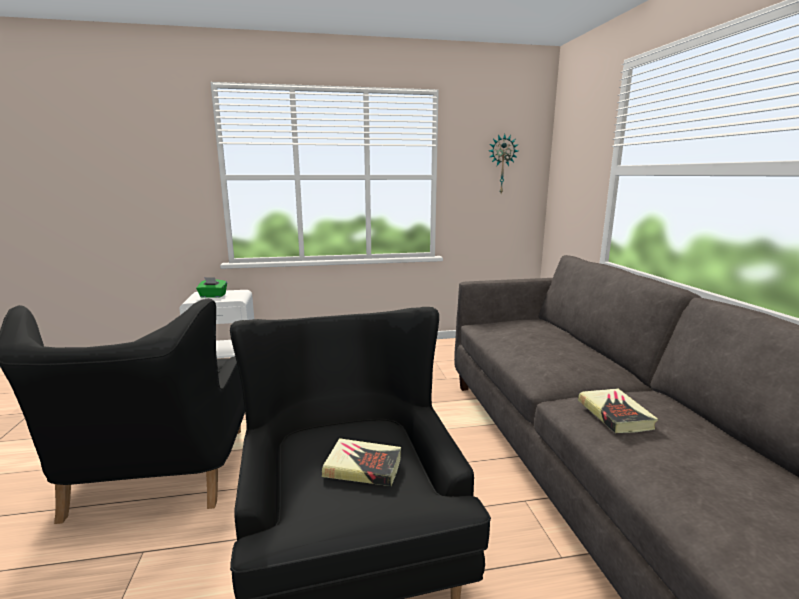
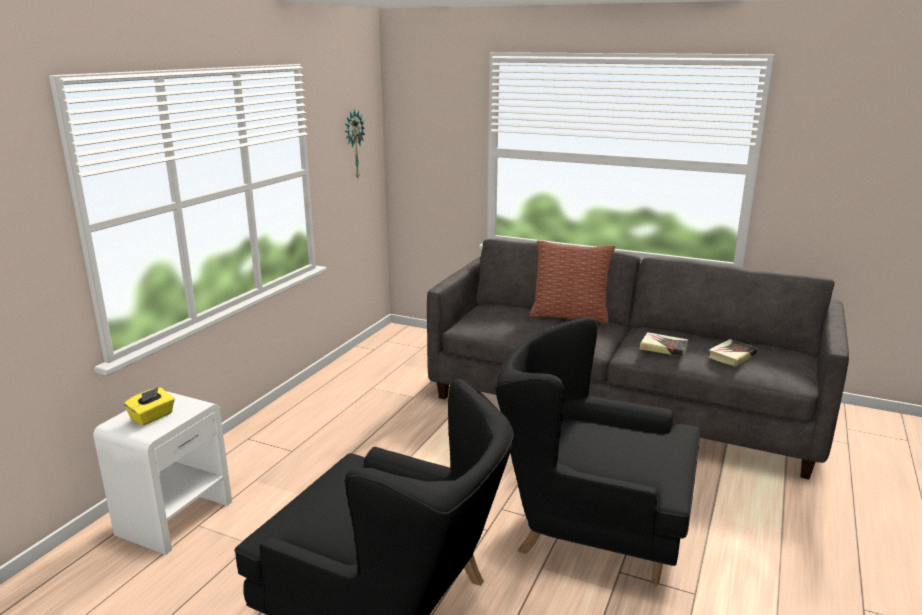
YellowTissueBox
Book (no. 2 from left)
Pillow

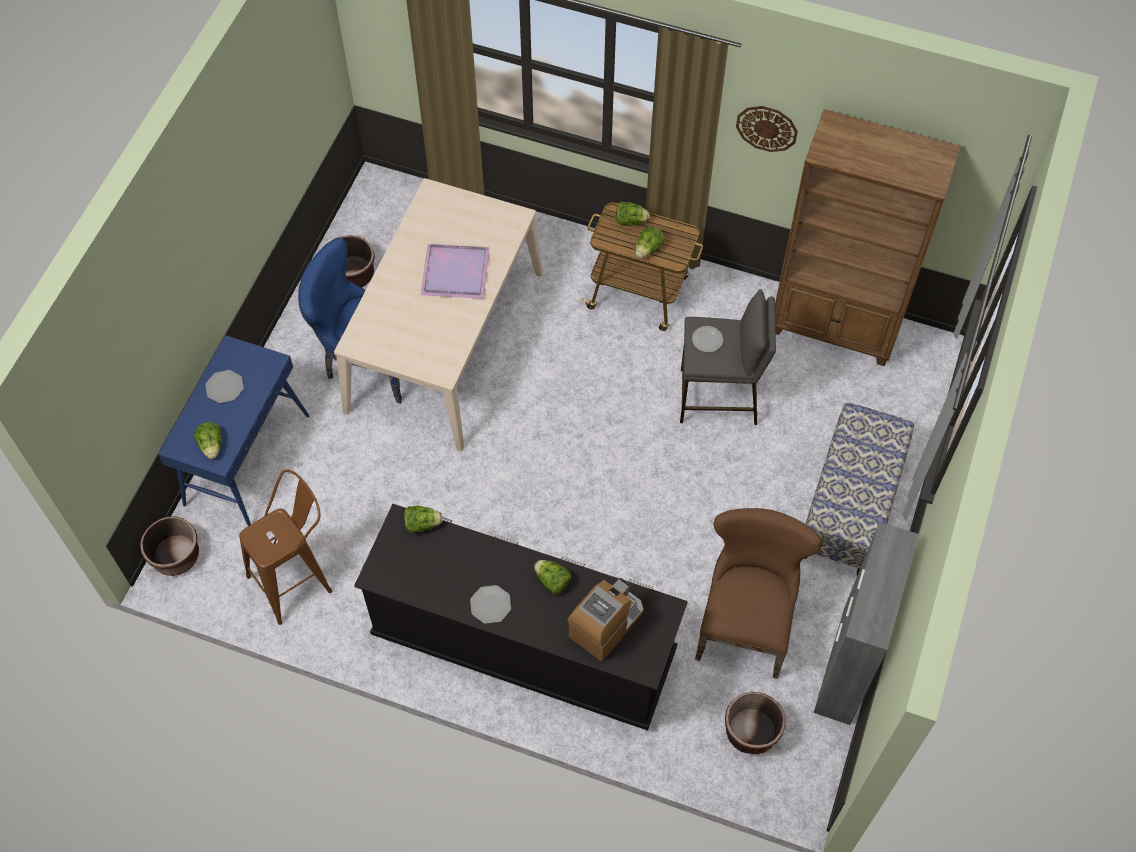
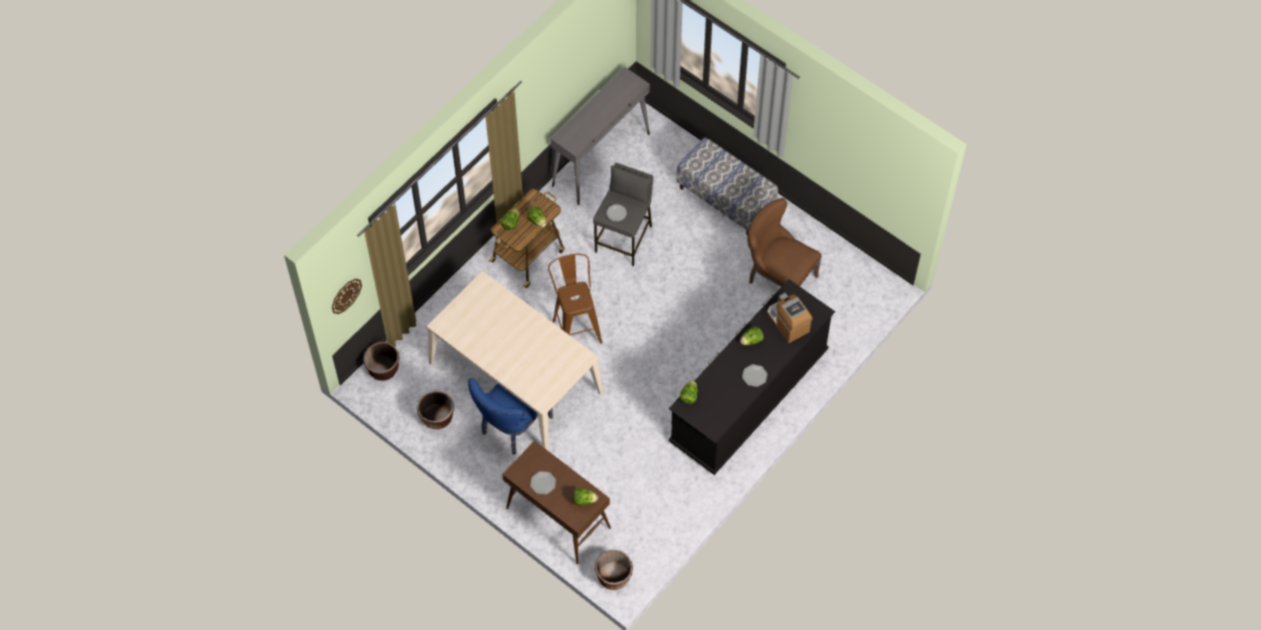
BrownConsoleTable
BrownStool
PurpleTray
BrownPlanter (no. 1 from left)
WallClock
GreyConsoleTable
GreyCabinet

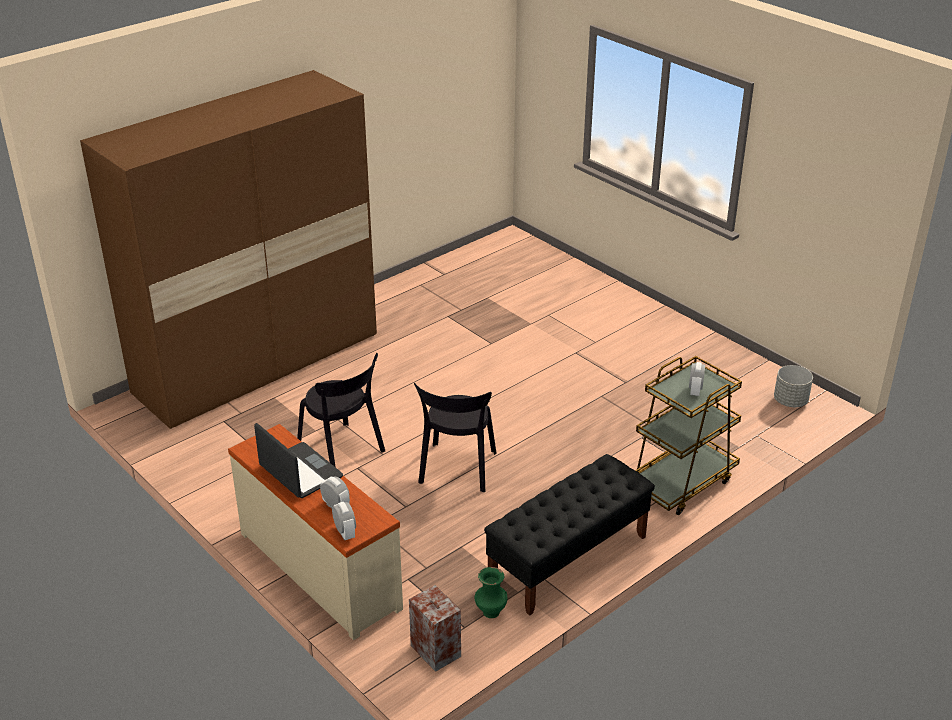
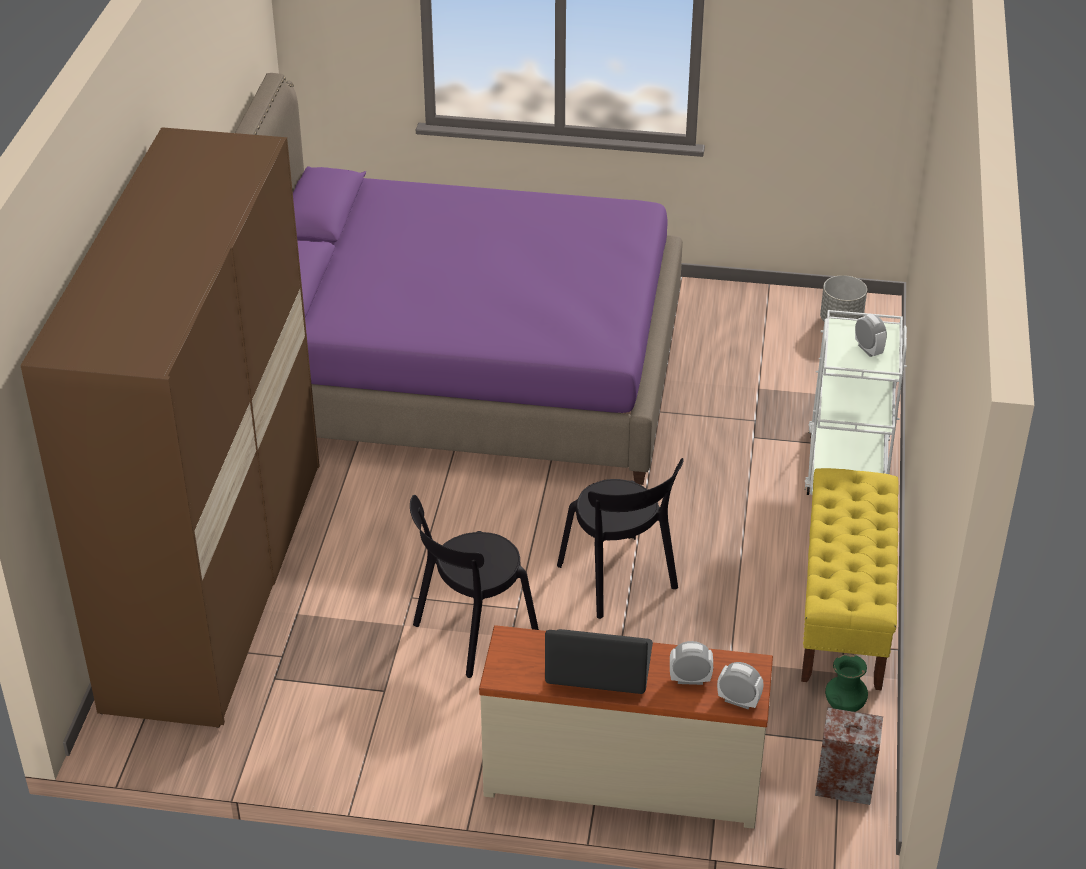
BlackChair (no. 1 from left)
YellowBench
WhiteCart
PurpleBed

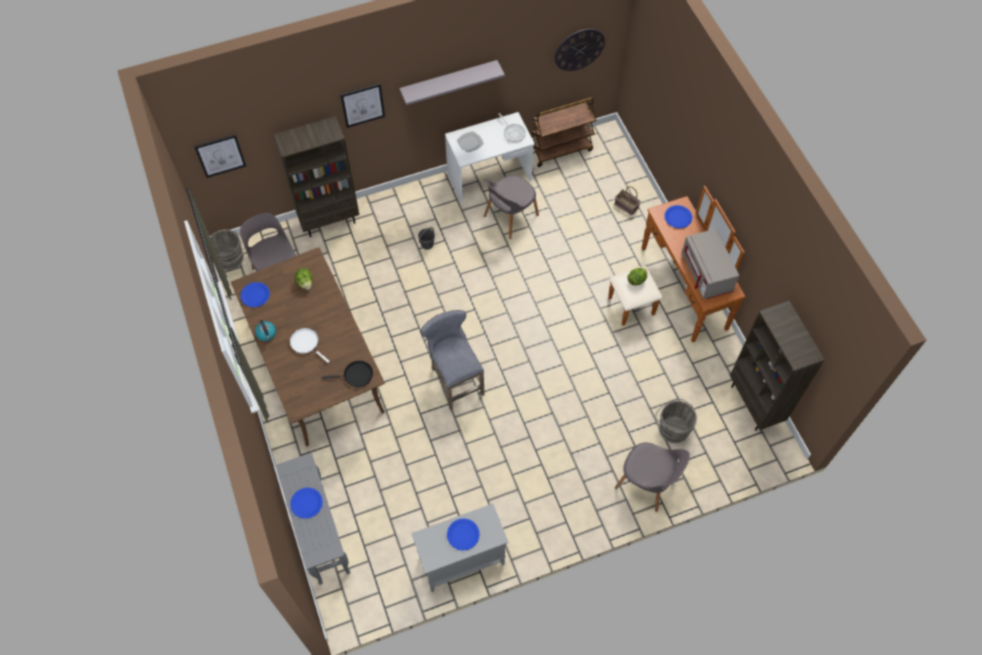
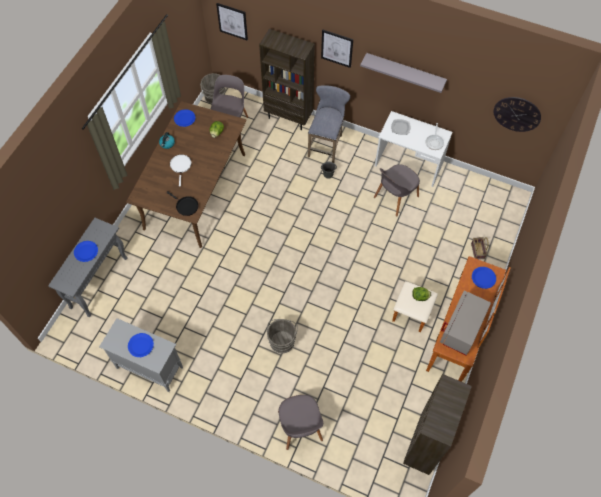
GreyStool
GreyChair (no. 3 from left)
BrownCart
GreyBucket (no. 2 from left)

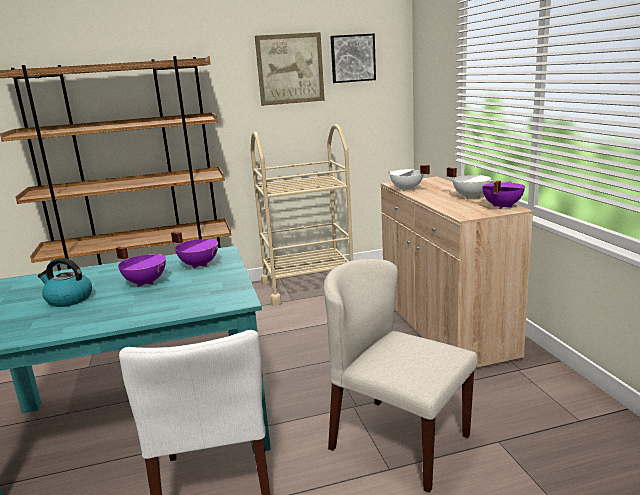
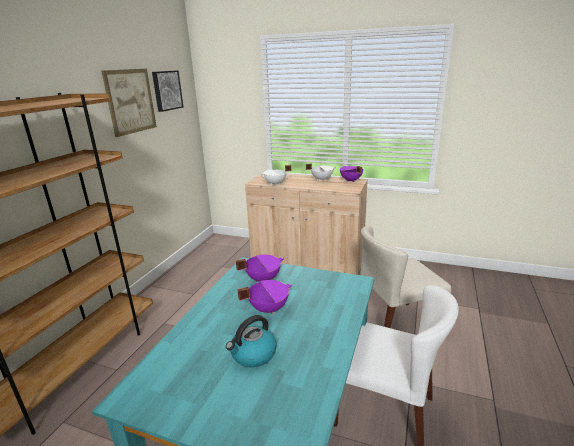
BeigeCart

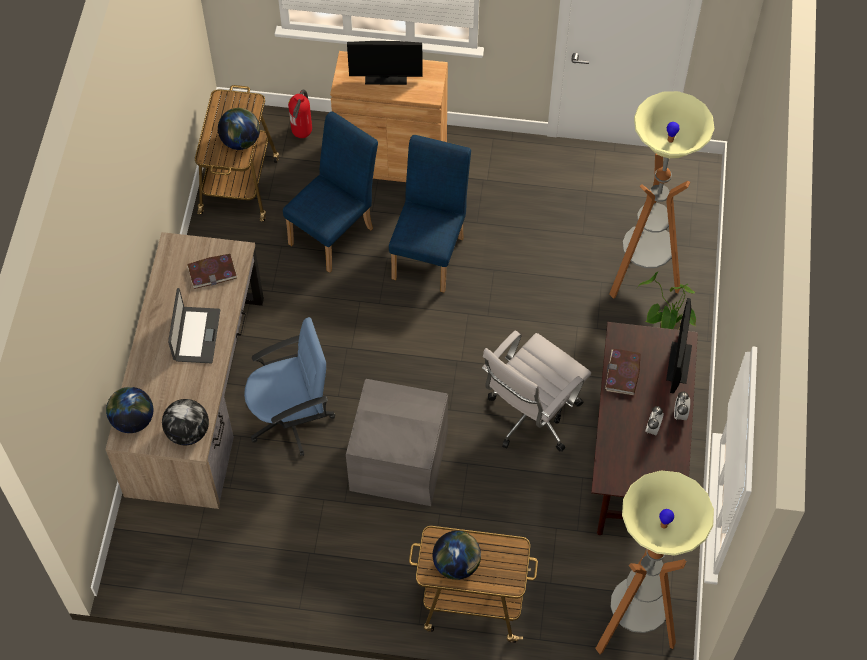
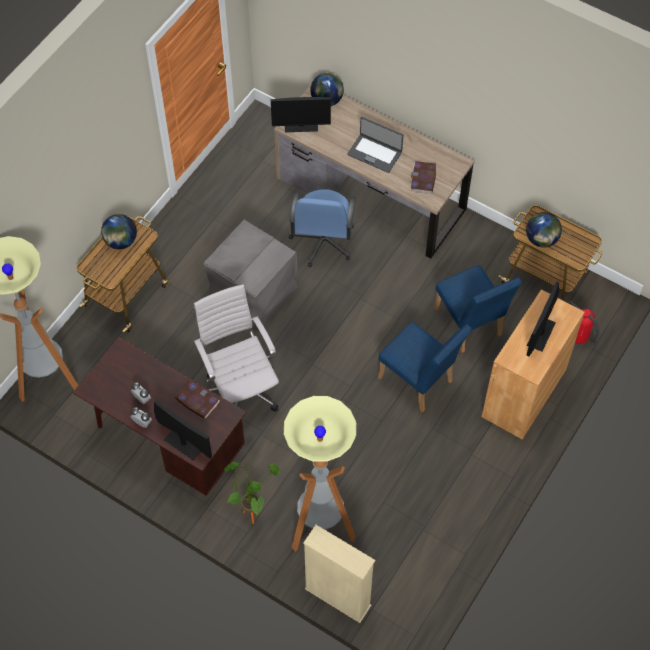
Monitor (no. 2 from left)
BeigeBookcase

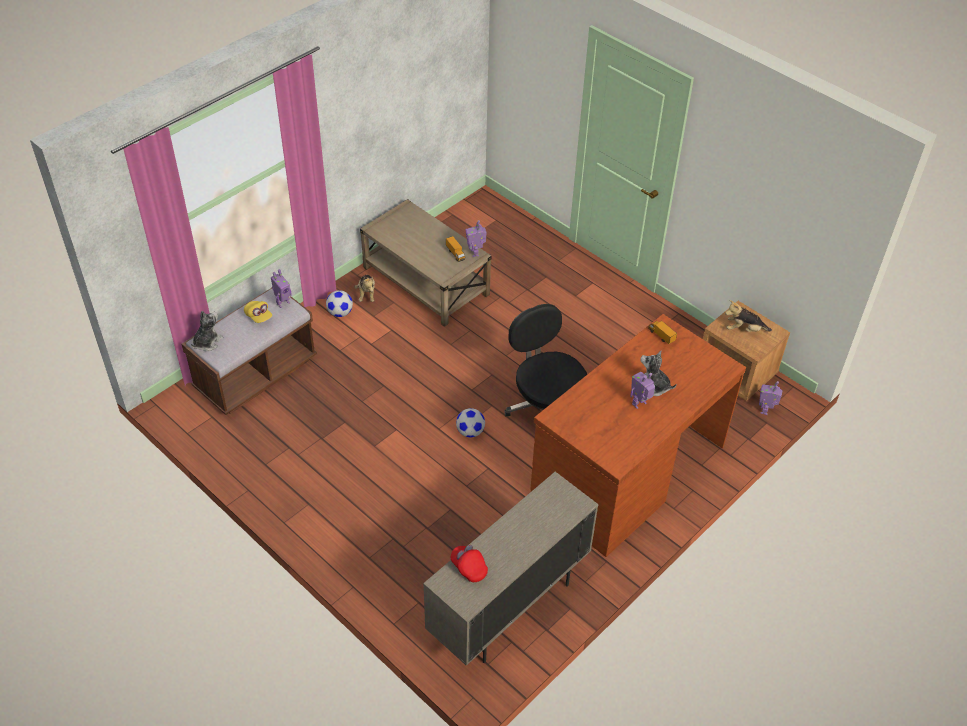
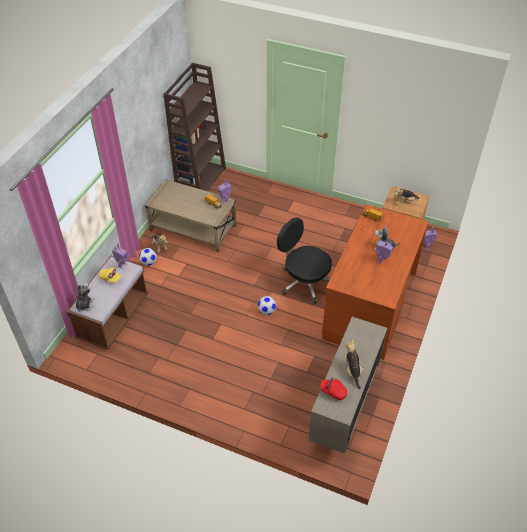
BrownBookcase
PlushToy (no. 3 from left)

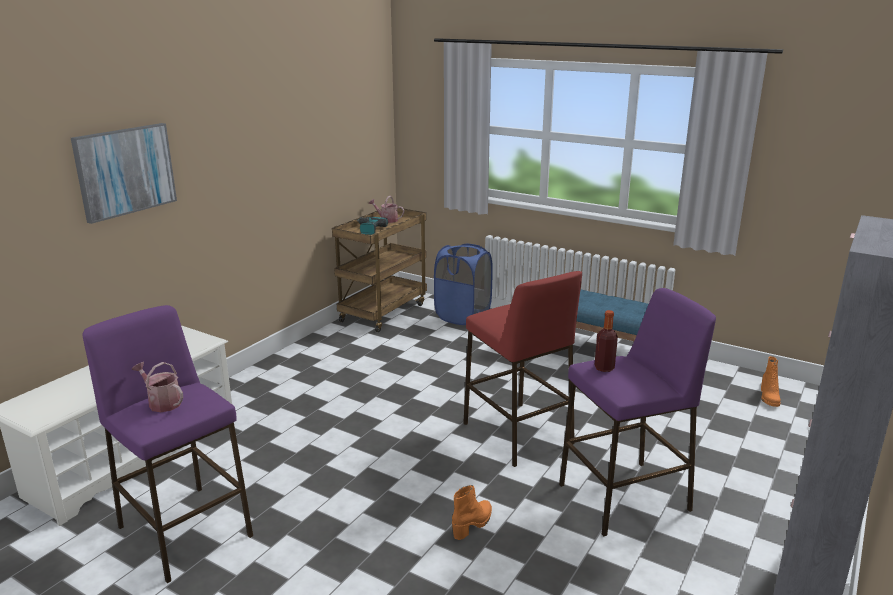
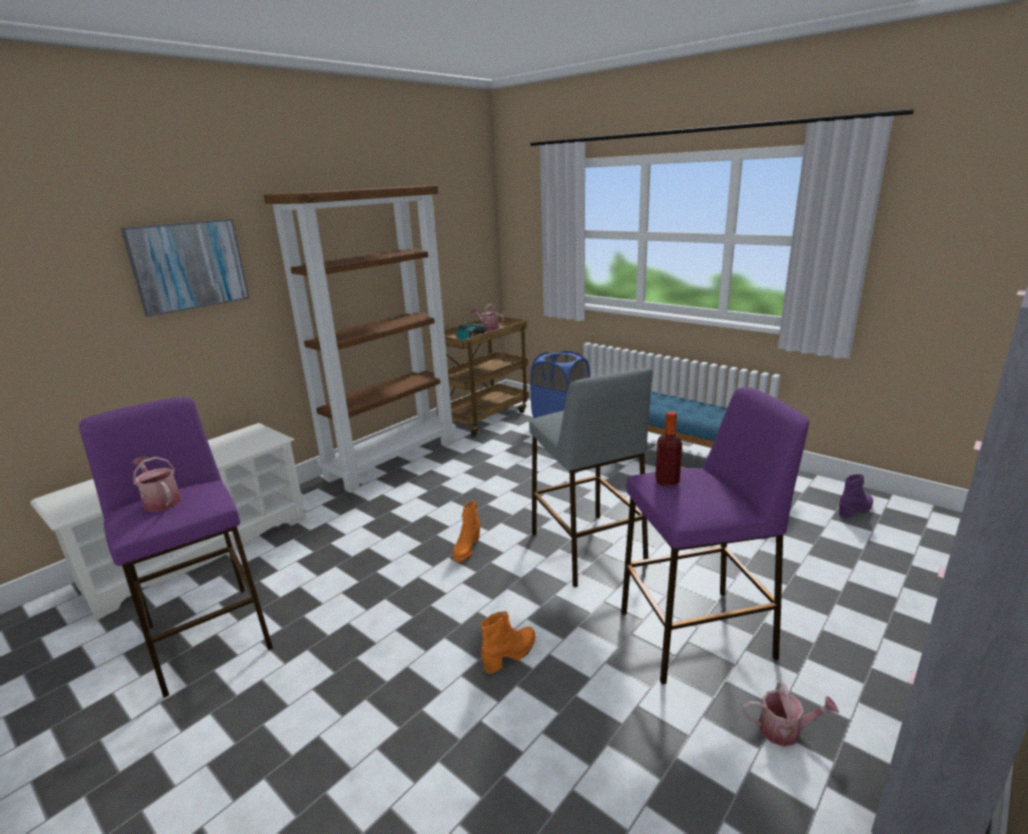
GreyStool
OrangeBoot (no. 1 from left)
BrownBookcase
WateringCan (no. 3 from left)
PurpleBoot

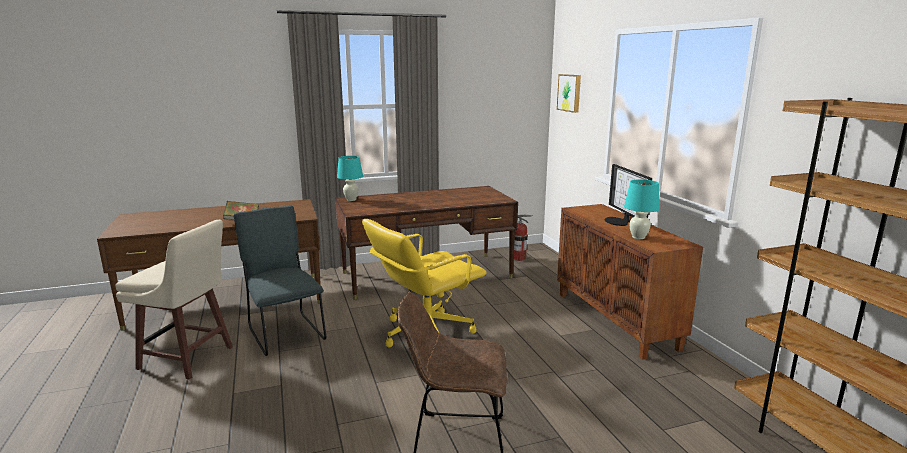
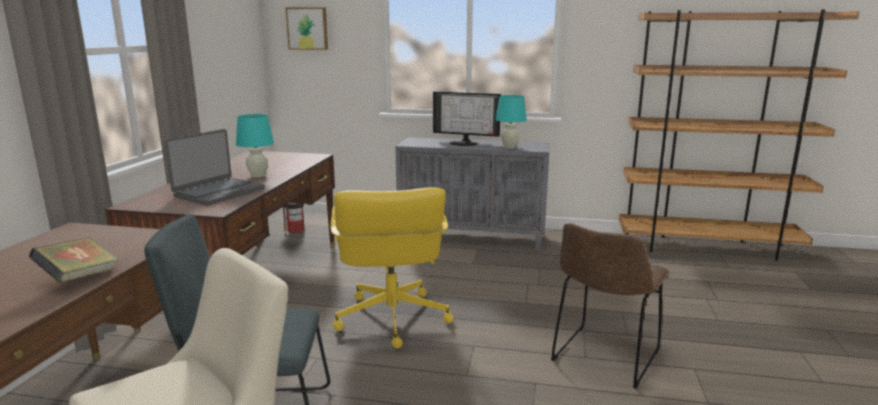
TurquoiseTableLamp (no. 1 from left)
GreyCabinet
Laptop

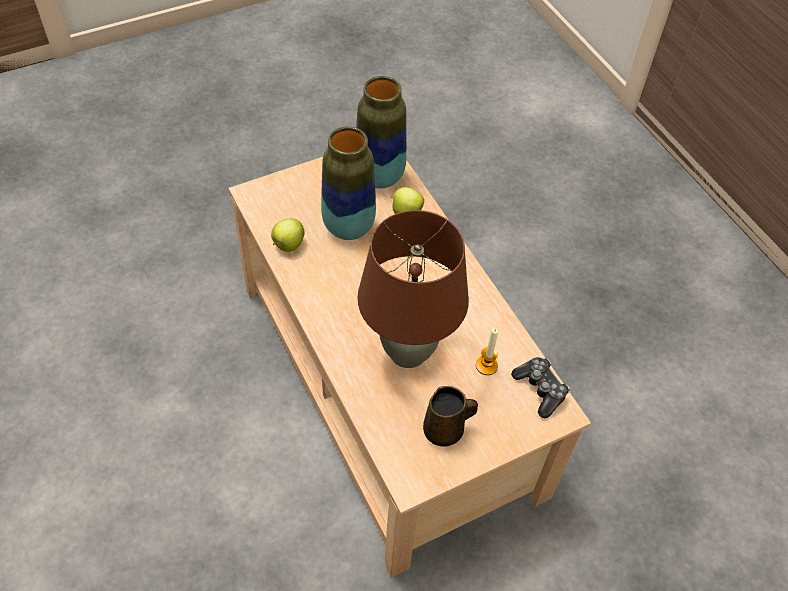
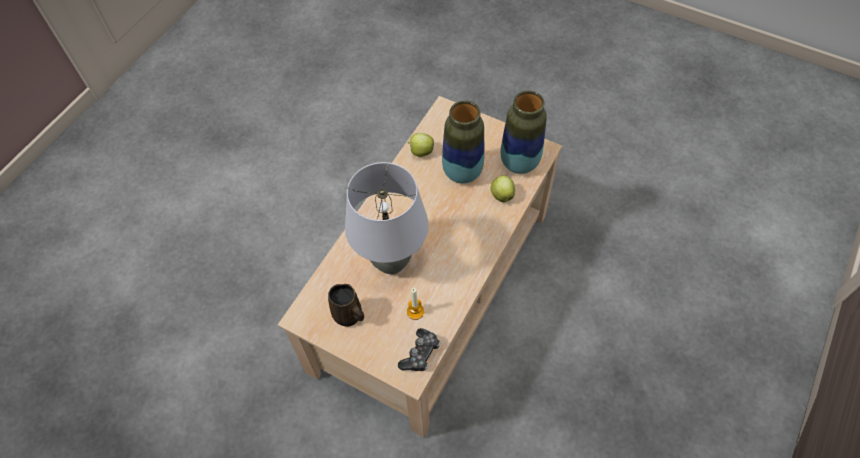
GreyTableLamp

